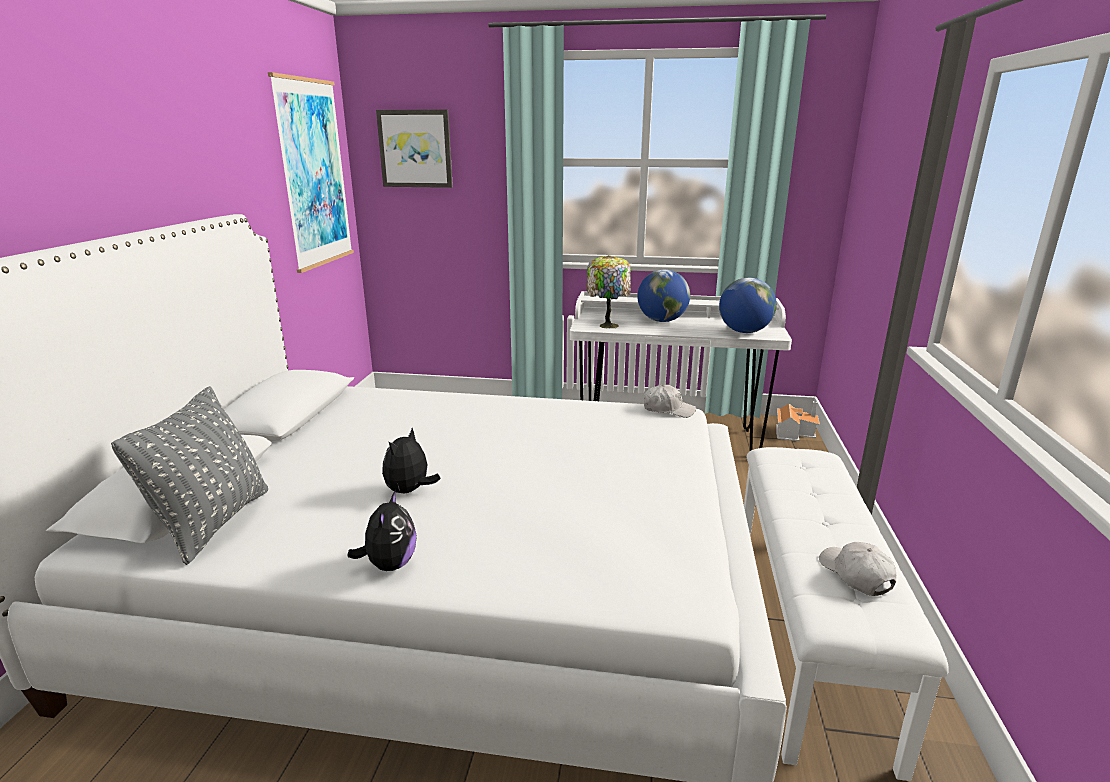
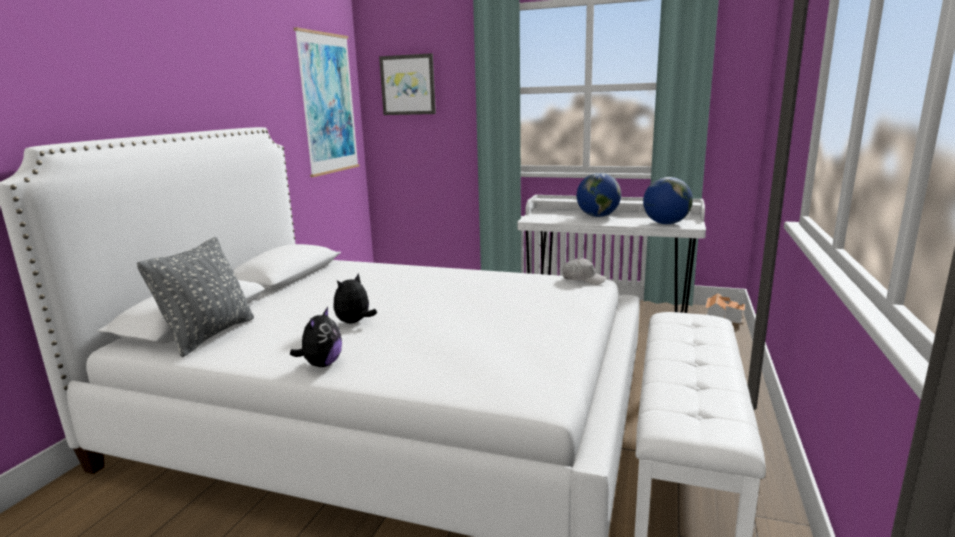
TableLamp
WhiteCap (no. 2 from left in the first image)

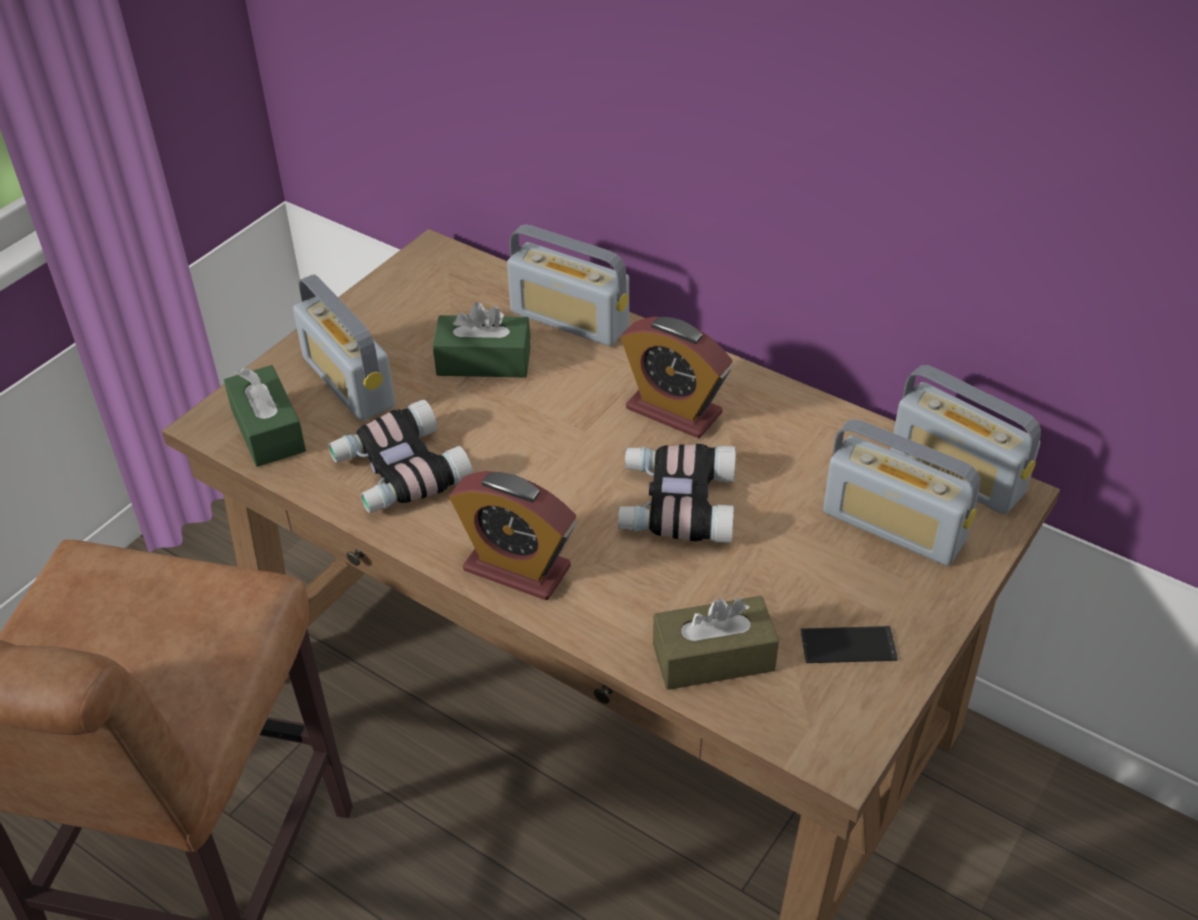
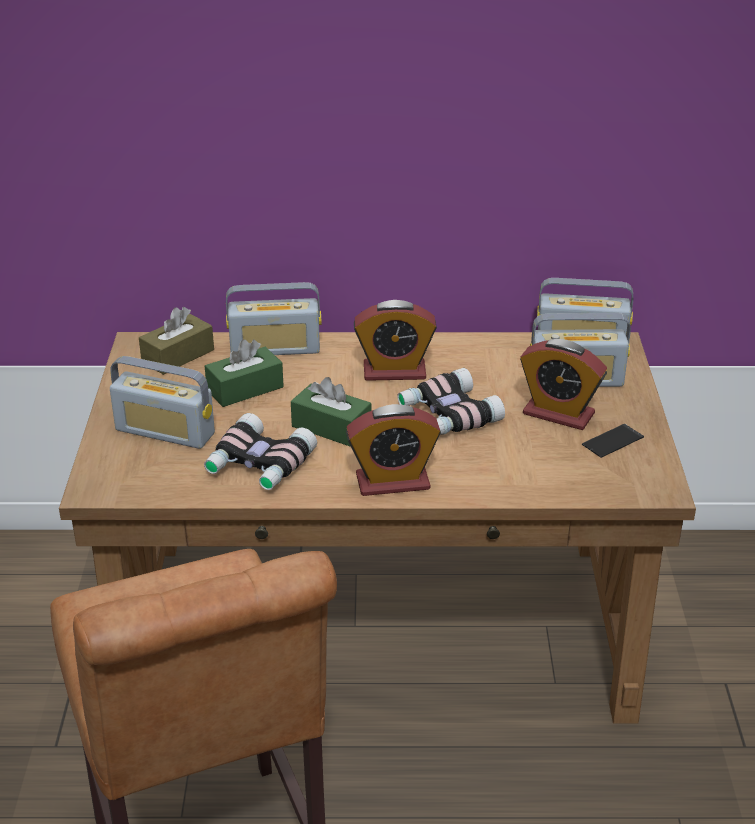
GreenTissueBox (no. 2 from left)
BrownTissueBox
AlarmClock (no. 3 from left)

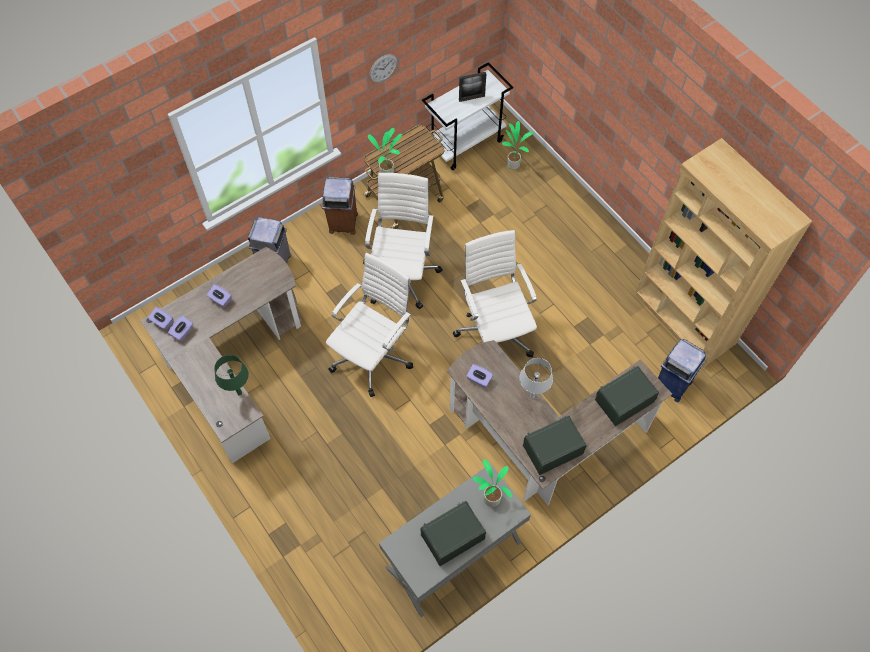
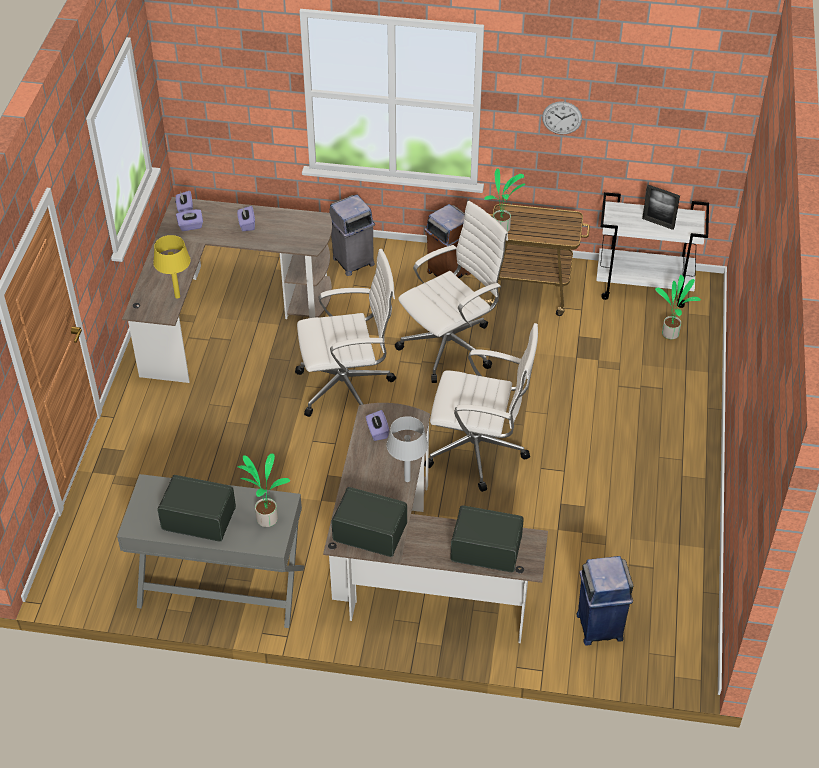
YellowTableLamp
WhiteOfficeChair (no. 3 from left)
BrownBookcase

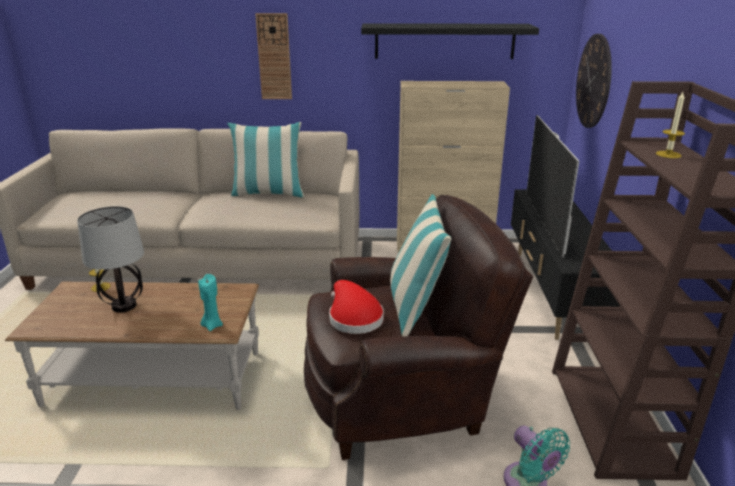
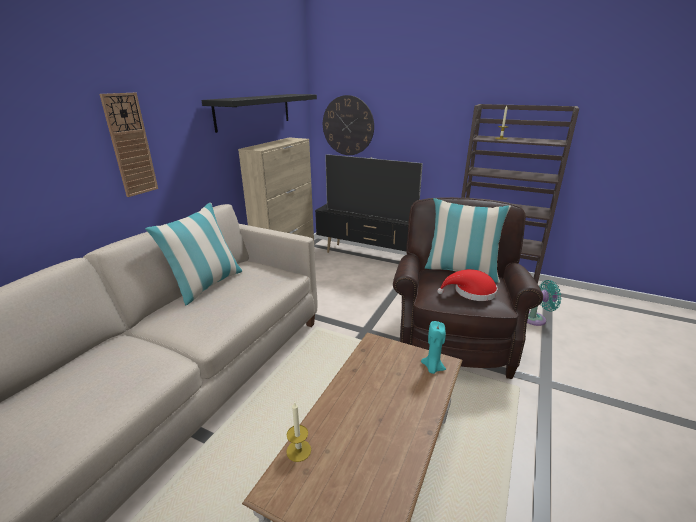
TableLamp

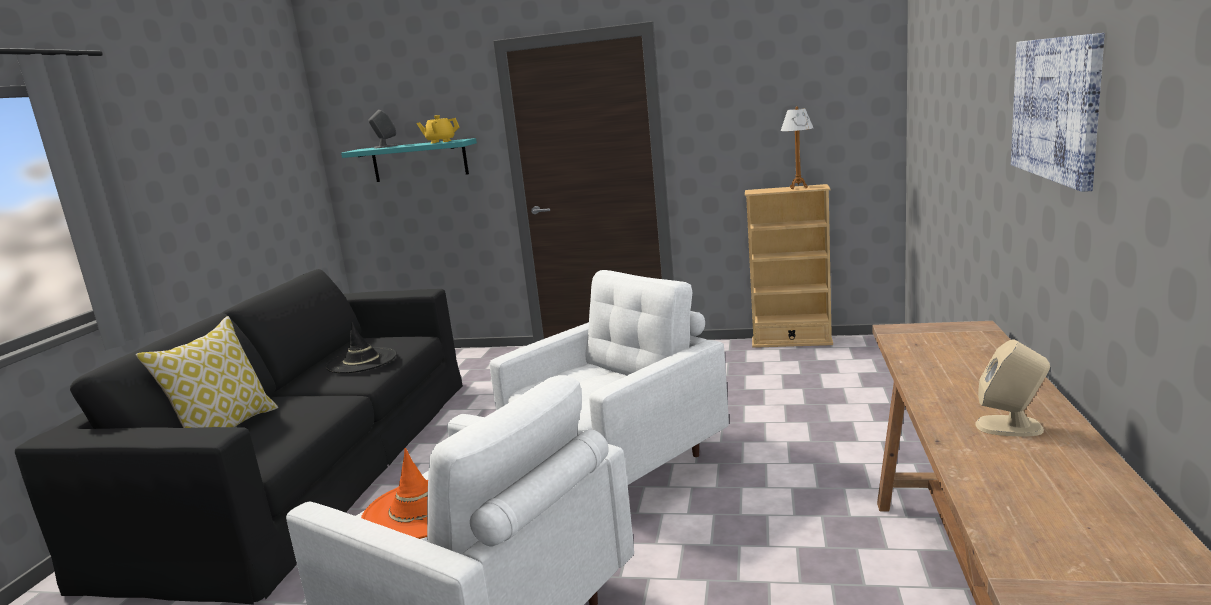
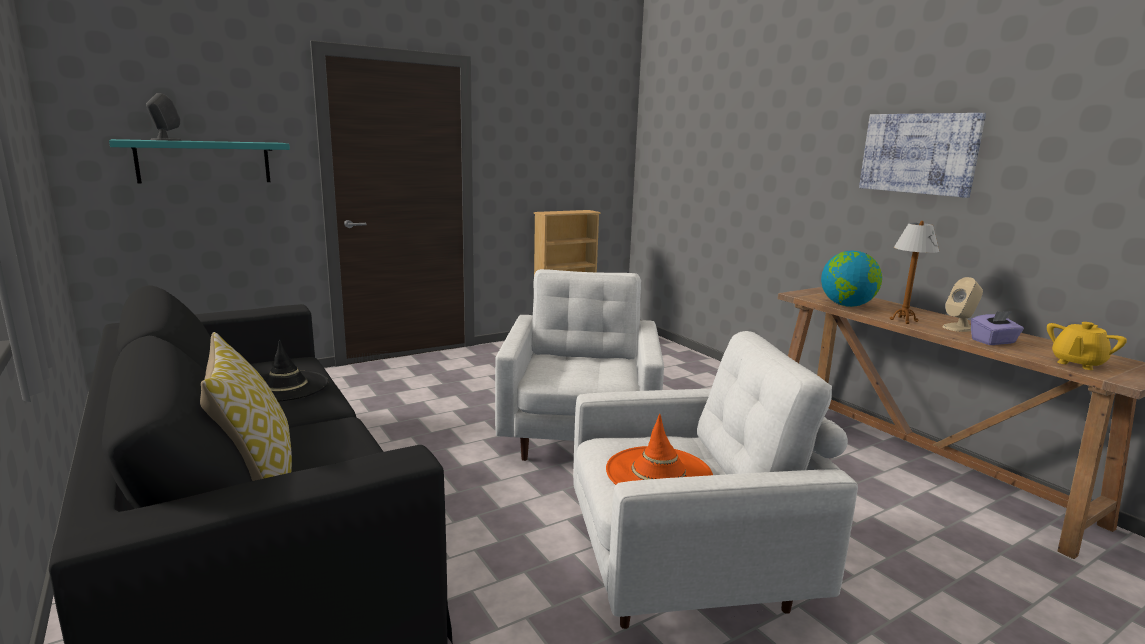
YellowTeapot
TableLamp
Globe
PurpleTissueBox

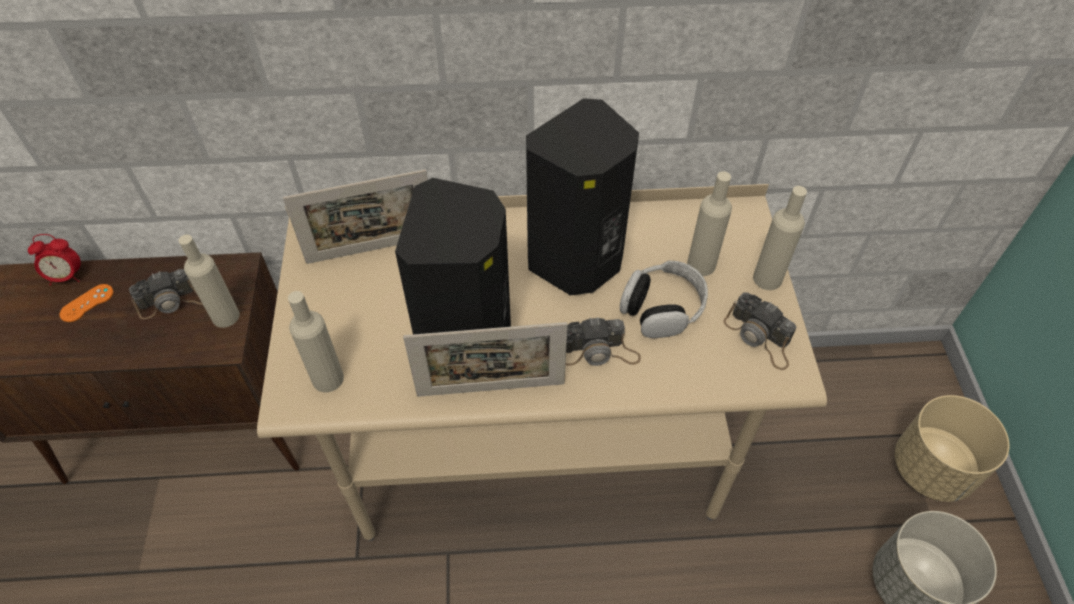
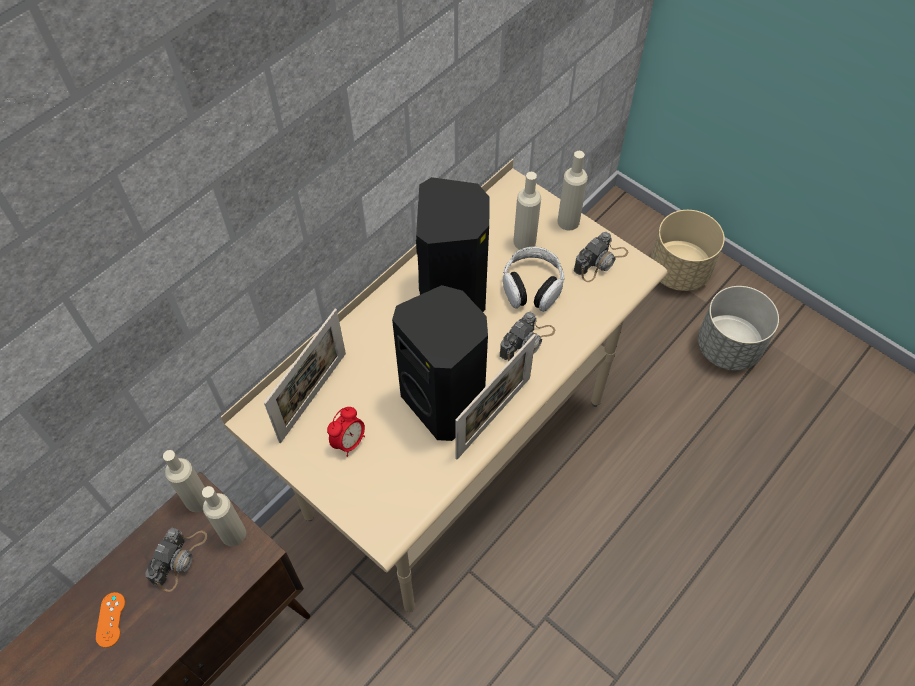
AlarmClock
BeigeBottle (no. 1 from left)
PhotoCamera (no. 3 from left)

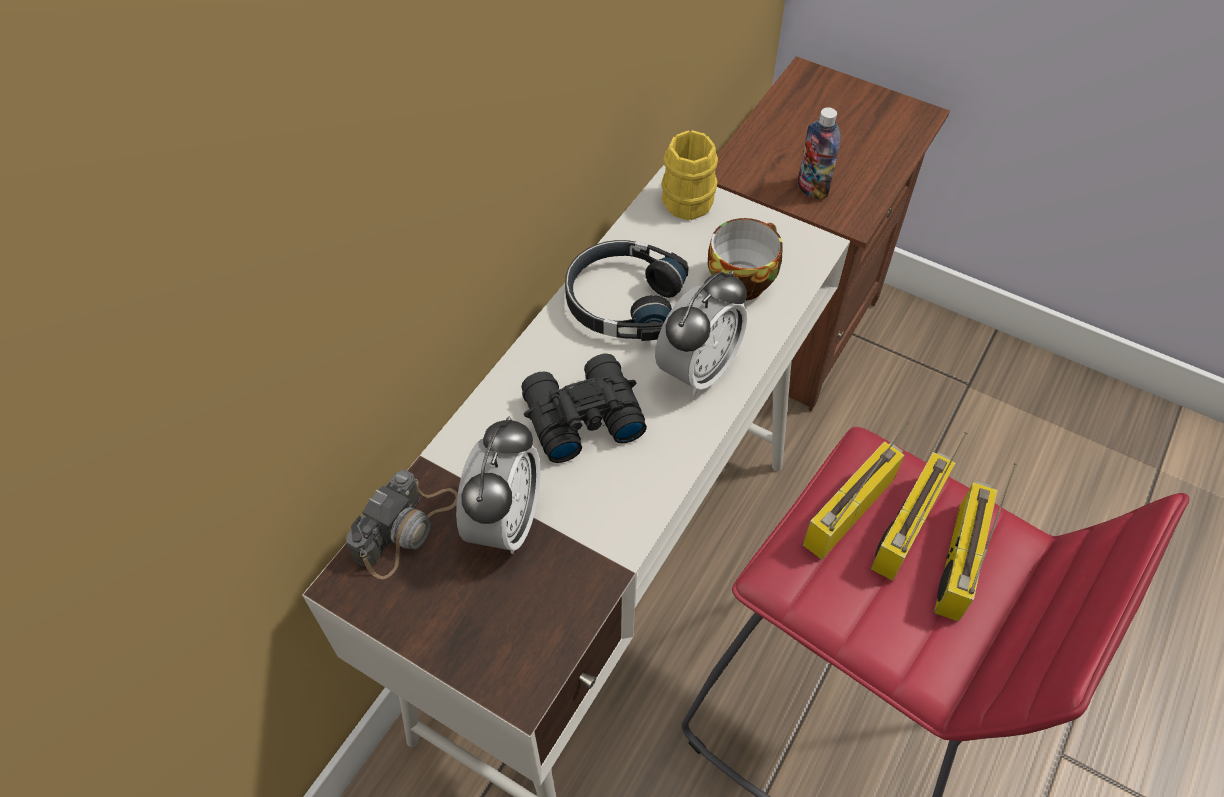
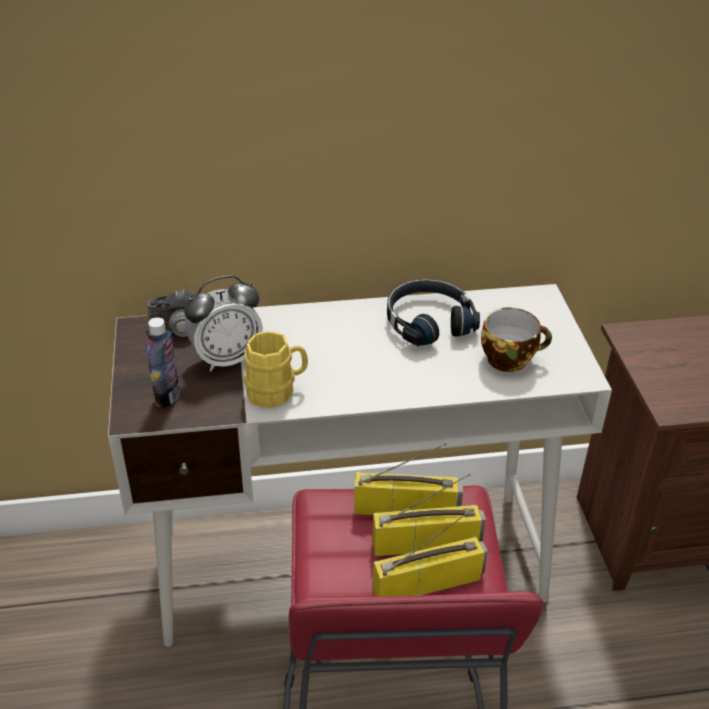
BlackBinoculars
AlarmClock (no. 2 from left in the first image)
YellowMug
Bottle

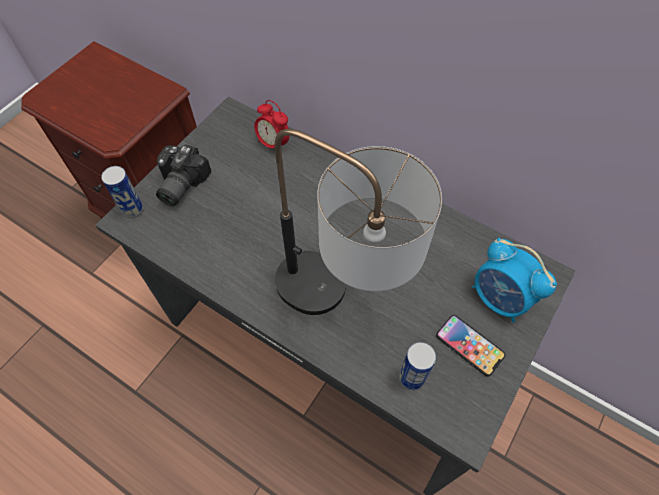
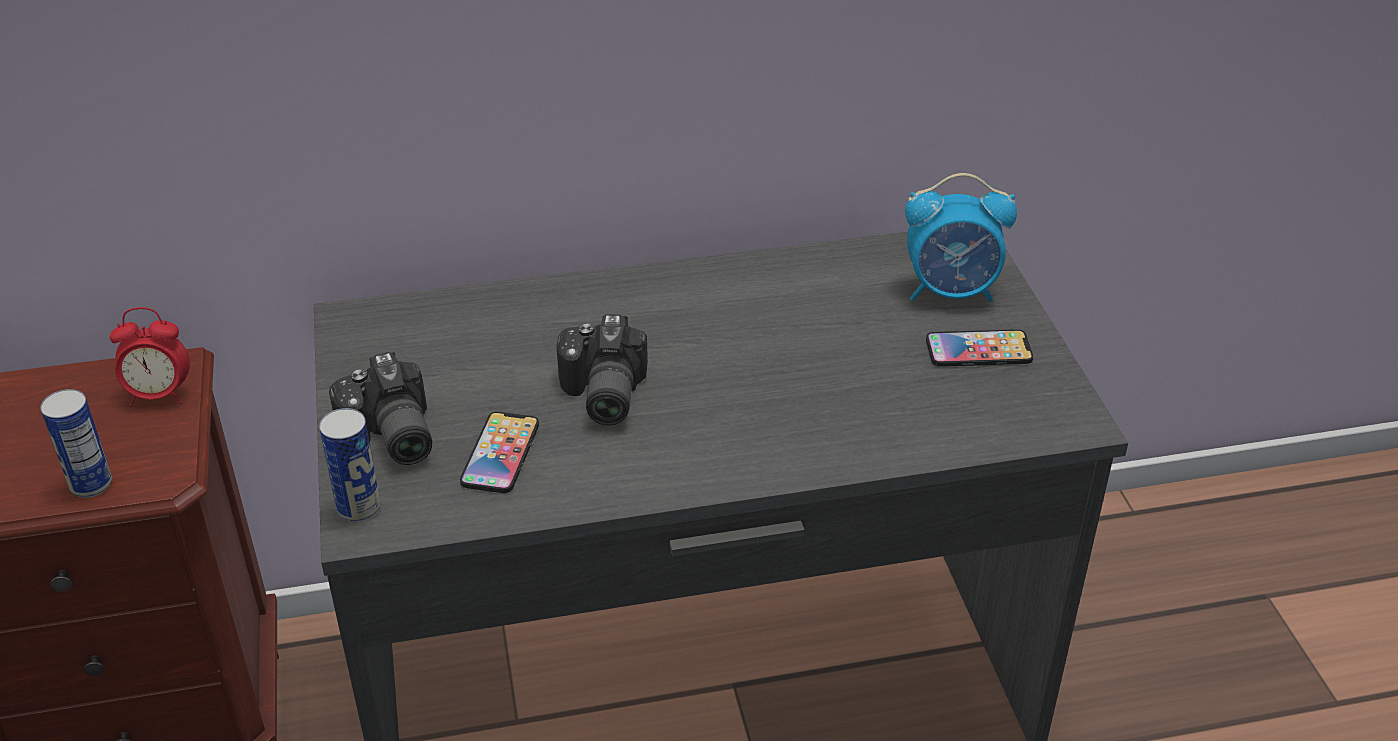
AlarmClock (no. 1 from left)
TableLamp
Can (no. 1 from left)
Phone (no. 1 from left)
PhotoCamera (no. 2 from left)

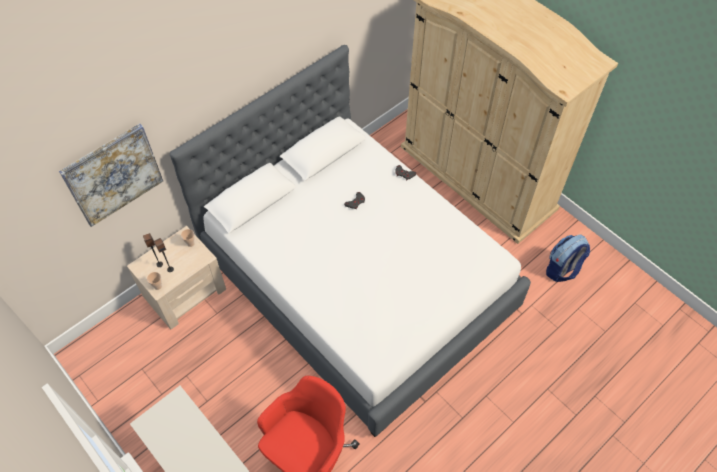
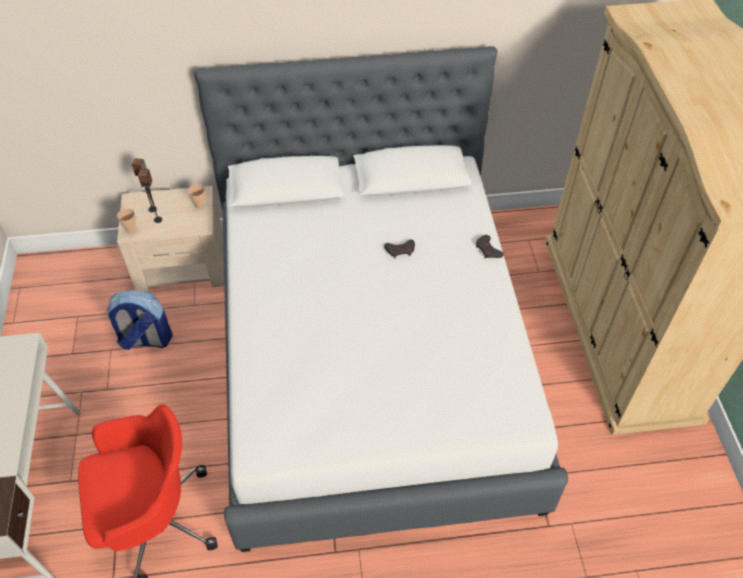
Picture
Backpack

